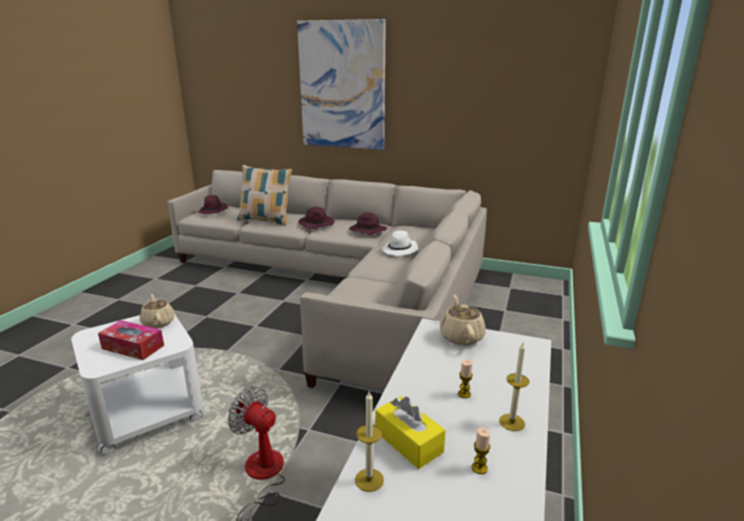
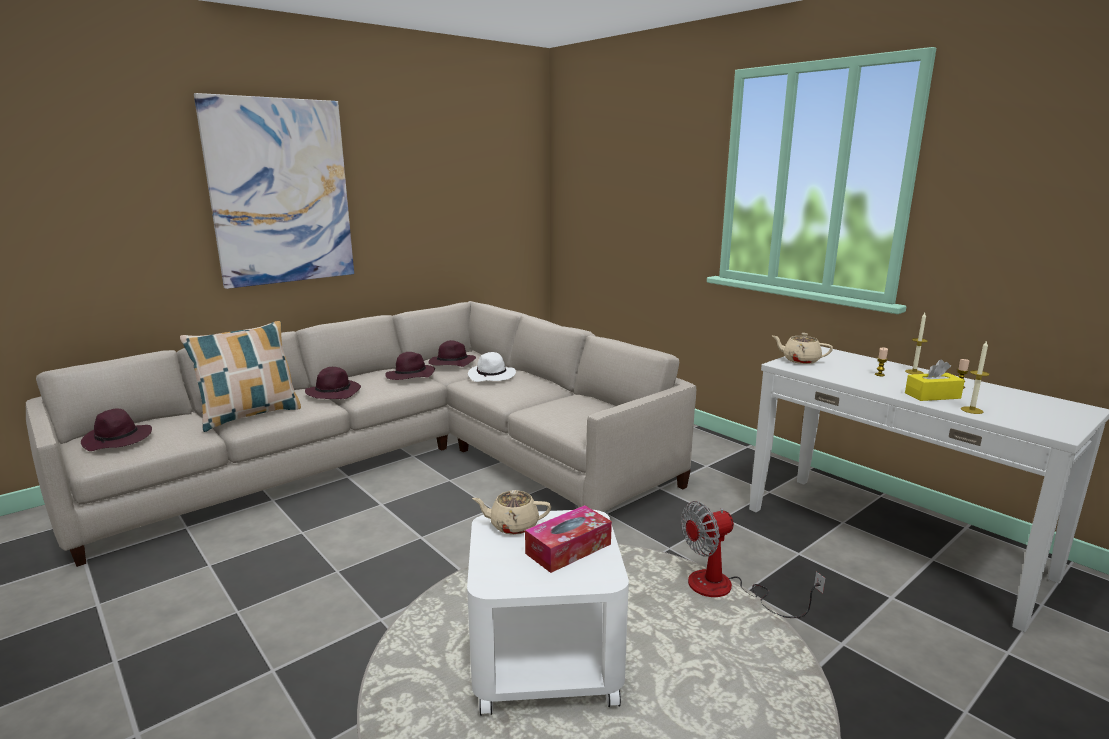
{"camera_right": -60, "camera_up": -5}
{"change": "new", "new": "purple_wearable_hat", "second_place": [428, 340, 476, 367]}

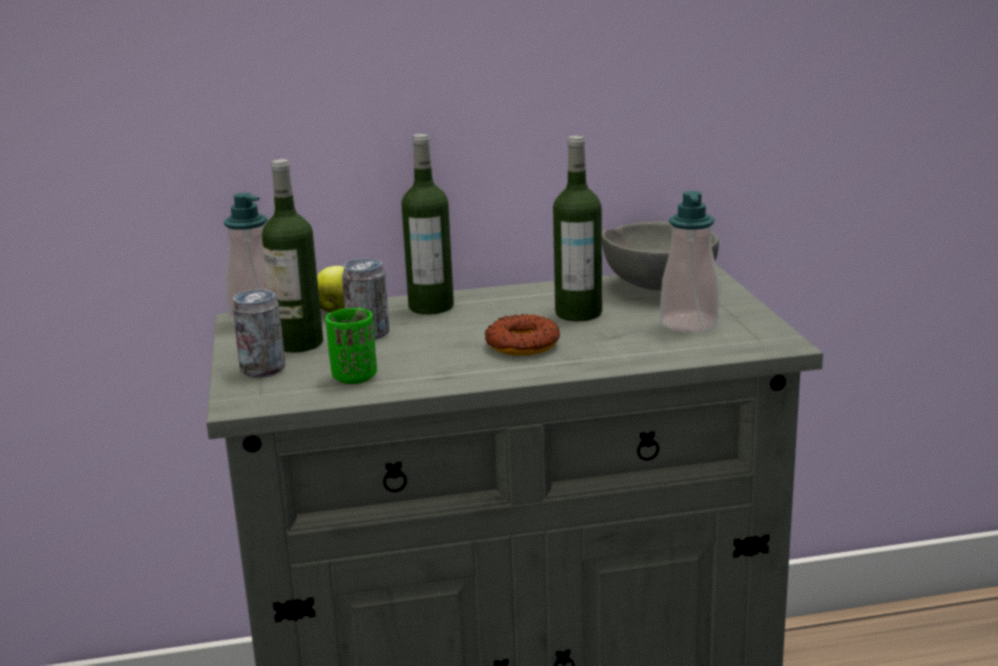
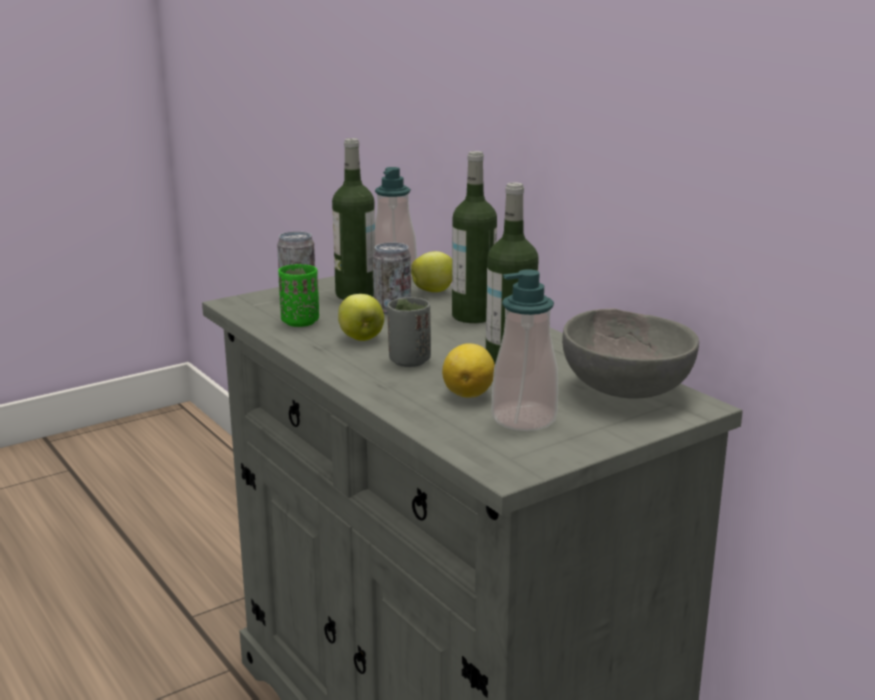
{"camera_right": 65, "camera_up": 0}
{"change": "swapped", "old": "ring_doughnut", "new": "grey_drinking_cup", "first_place": [485, 314, 560, 356], "second_place": [387, 297, 431, 367]}
{"change": "new", "new": "apple_fruit", "second_place": [338, 294, 384, 341]}
{"change": "new", "new": "citrus_fruit", "second_place": [442, 343, 495, 398]}

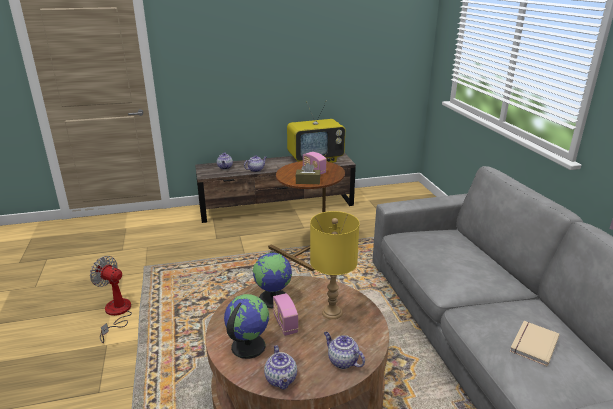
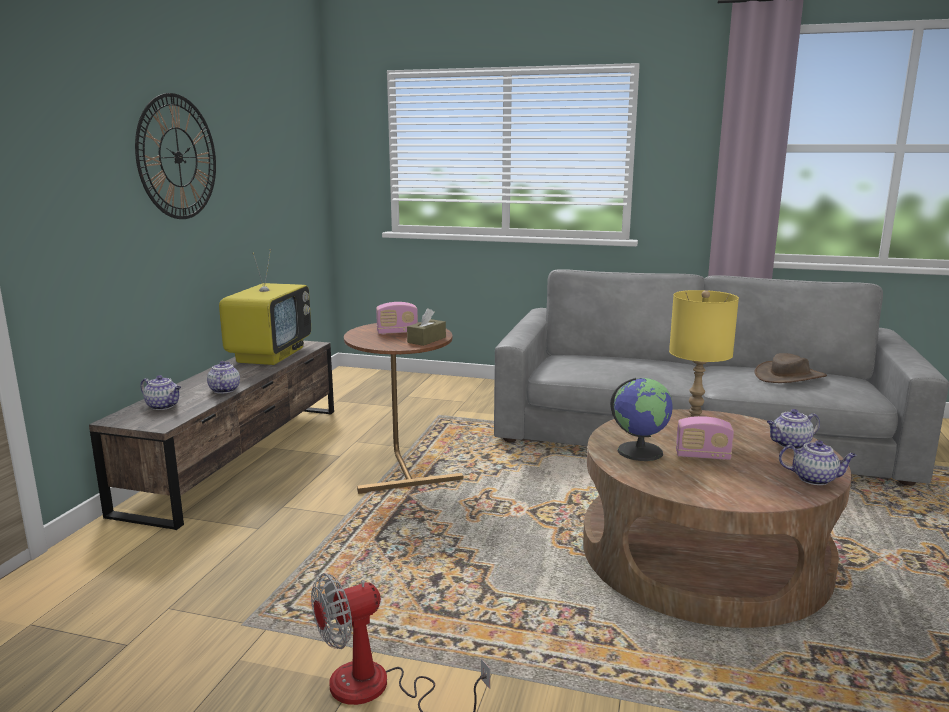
{"camera_right": -60, "camera_up": -10}
{"change": "gone", "old": "globe", "first_place": [224, 294, 269, 359]}
{"change": "swapped", "old": "beige-coloured_volume", "new": "brown-coloured_wearable_hat", "first_place": [510, 321, 559, 366], "second_place": [754, 353, 827, 383]}
{"change": "new", "new": "wall_clock", "second_place": [135, 93, 216, 219]}

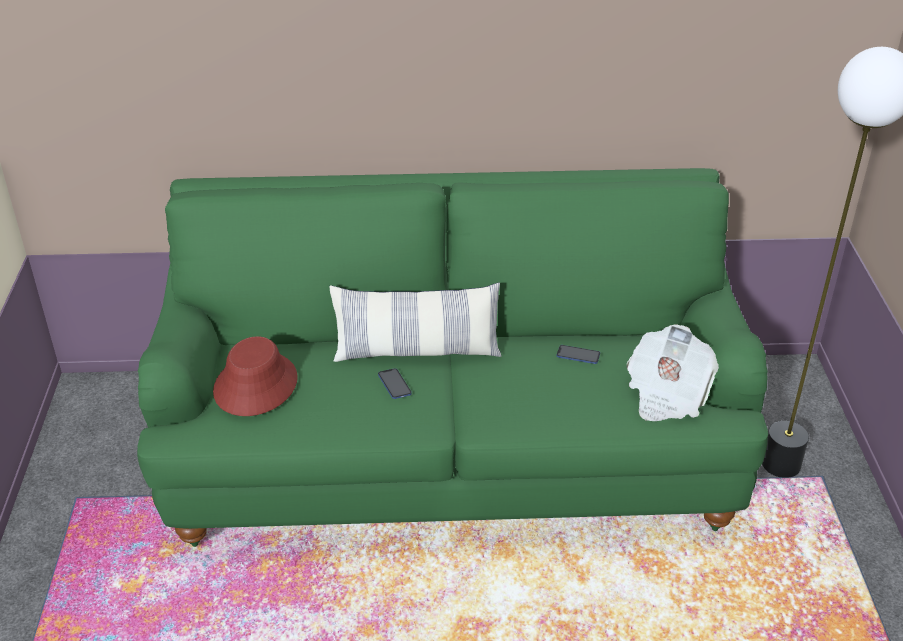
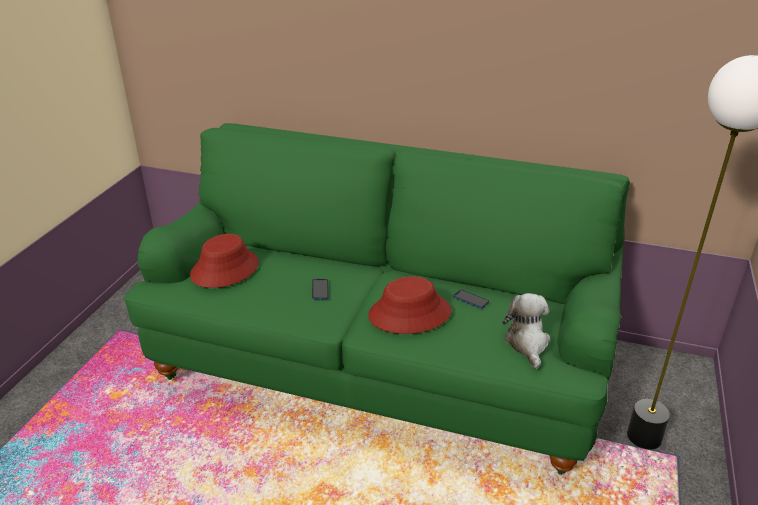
{"camera_right": 20, "camera_up": -5}
{"change": "gone", "old": "cushion", "first_place": [329, 283, 501, 362]}
{"change": "swapped", "old": "daily_paper", "new": "cuddly_toy", "first_place": [626, 324, 719, 421], "second_place": [502, 293, 551, 369]}
{"change": "new", "new": "reddish_wearable_hat", "second_place": [368, 276, 451, 334]}

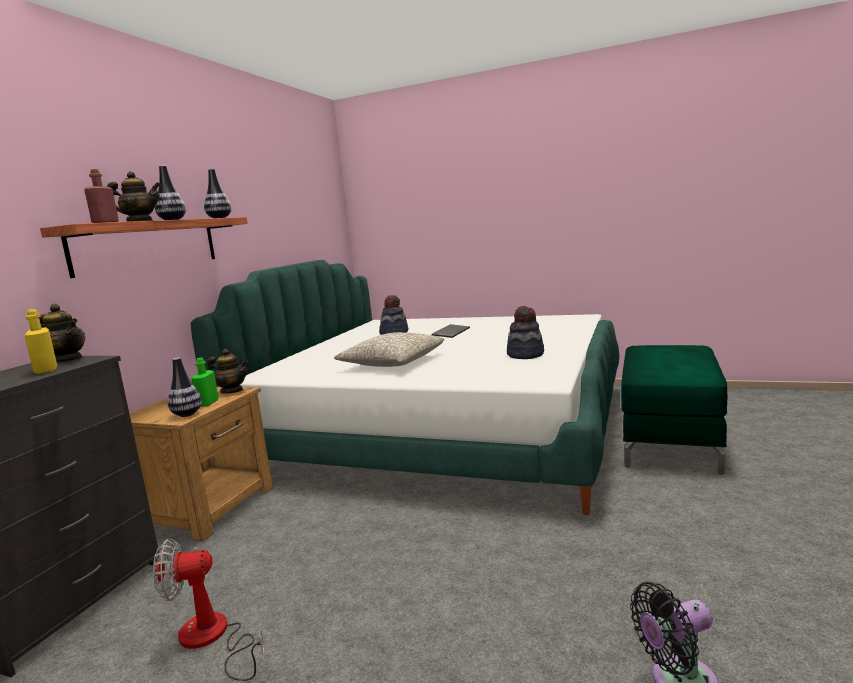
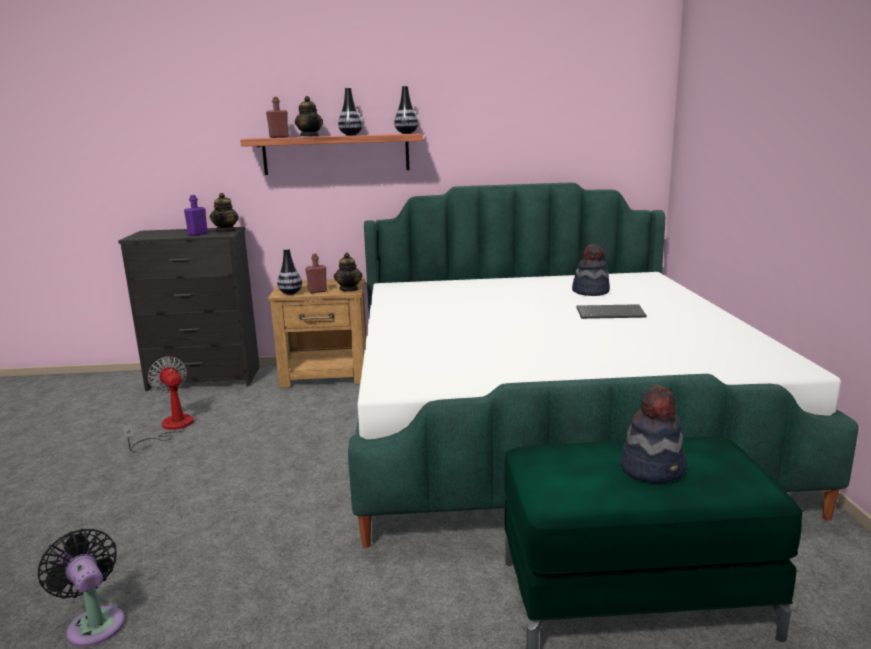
{"camera_right": 65, "camera_up": 5}
{"change": "repainted", "old": "yellow_bottle", "new": "purple_bottle", "first_place": [24, 309, 57, 374], "second_place": [184, 195, 208, 236]}
{"change": "repainted", "old": "green_bottle", "new": "reddish_bottle", "first_place": [191, 358, 219, 407], "second_place": [305, 254, 327, 293]}
{"change": "gone", "old": "grey_cushion", "first_place": [334, 332, 444, 367]}
{"change": "shifted", "old": "wearable_hat", "first_place": [507, 306, 544, 359], "second_place": [620, 385, 687, 483]}

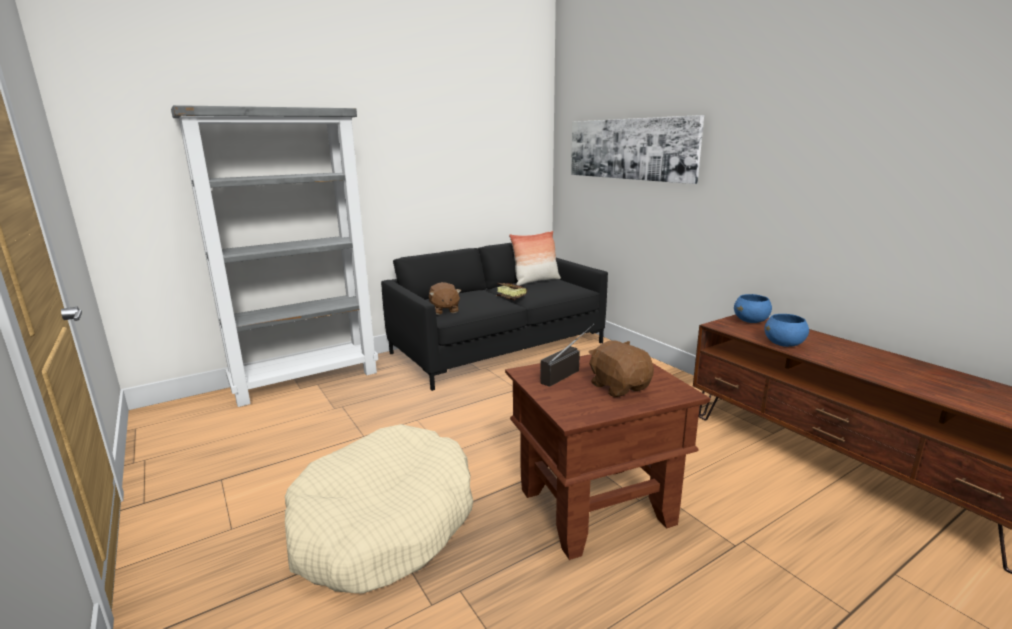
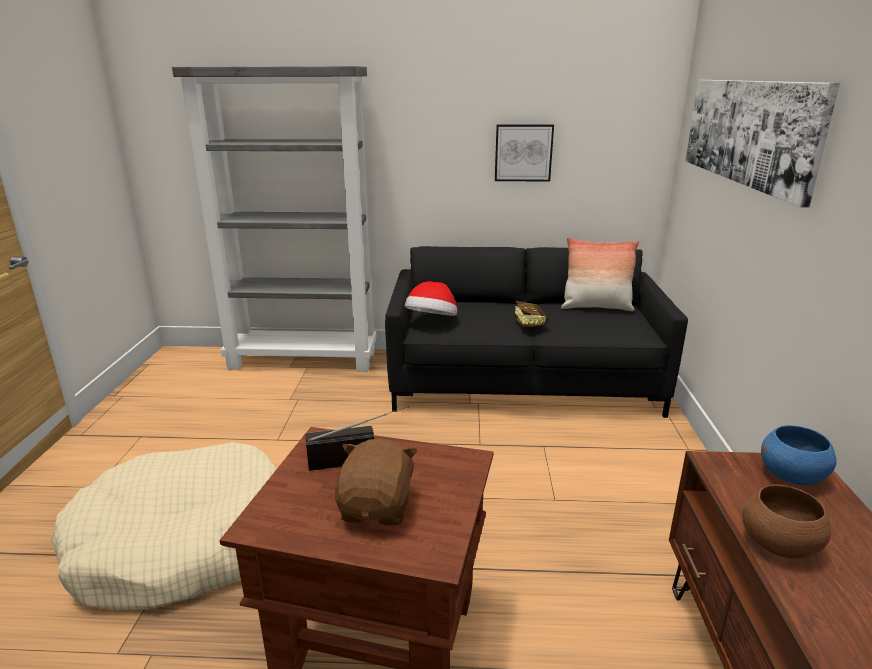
{"camera_right": 35, "camera_up": 5}
{"change": "swapped", "old": "brown-coloured_cuddly_toy", "new": "wearable_hat", "first_place": [429, 282, 461, 315], "second_place": [405, 281, 457, 316]}
{"change": "repainted", "old": "blue_bowl", "new": "brown-coloured_bowl", "first_place": [764, 314, 809, 347], "second_place": [742, 485, 831, 559]}
{"change": "new", "new": "wall_art", "second_place": [495, 124, 554, 181]}

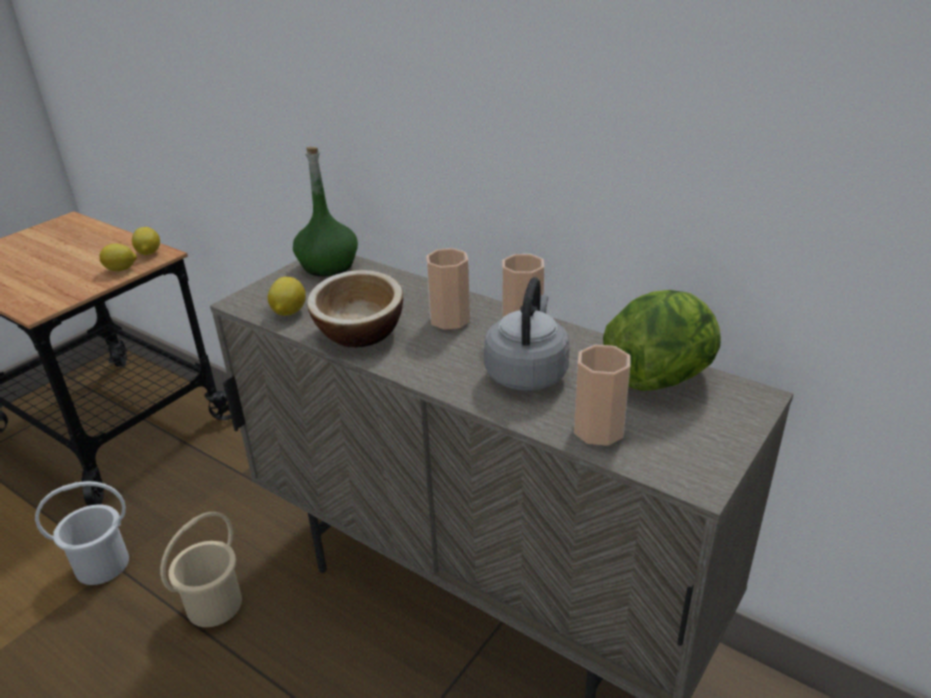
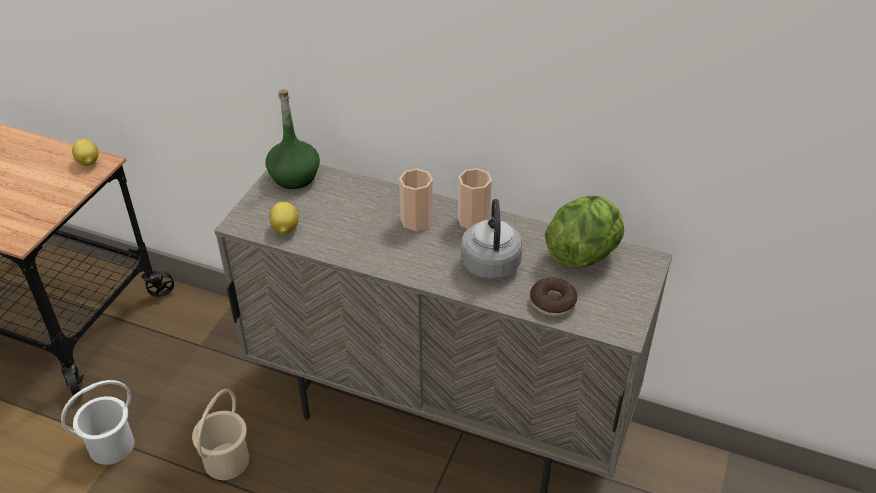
{"camera_right": -15, "camera_up": 10}
{"change": "gone", "old": "citrus_fruit", "first_place": [100, 244, 137, 271]}
{"change": "gone", "old": "bowl", "first_place": [307, 270, 403, 347]}
{"change": "swapped", "old": "drinking_cup", "new": "ring_doughnut", "first_place": [574, 345, 630, 446], "second_place": [530, 278, 577, 317]}

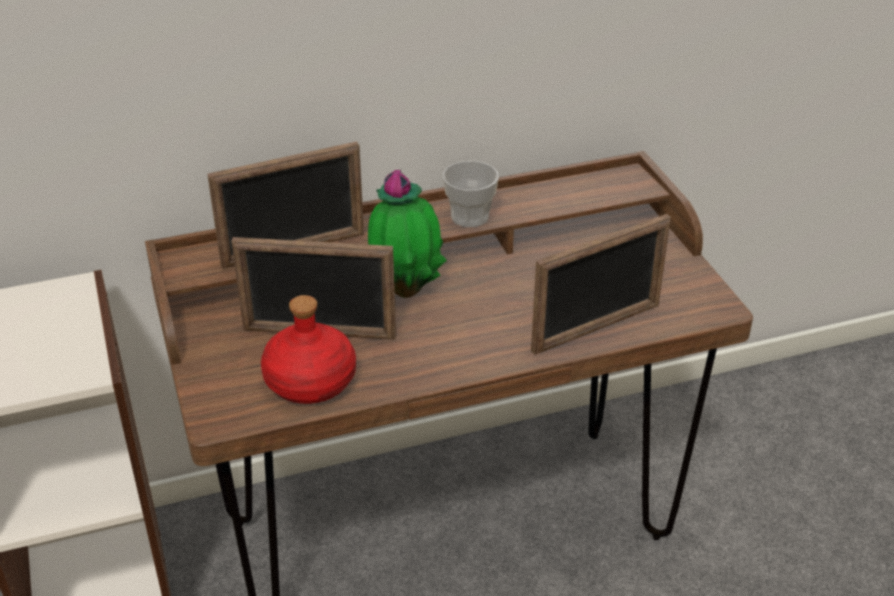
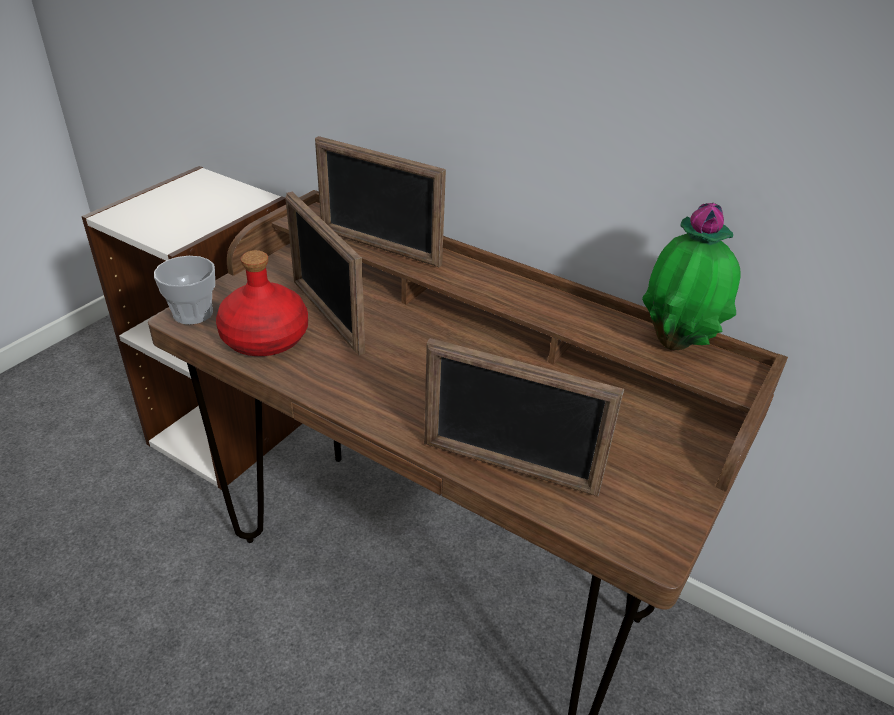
{"camera_right": 50, "camera_up": 0}
{"change": "shifted", "old": "houseplant", "first_place": [368, 170, 447, 298], "second_place": [642, 203, 741, 350]}
{"change": "shifted", "old": "drinking_cup", "first_place": [442, 161, 499, 227], "second_place": [154, 256, 215, 324]}

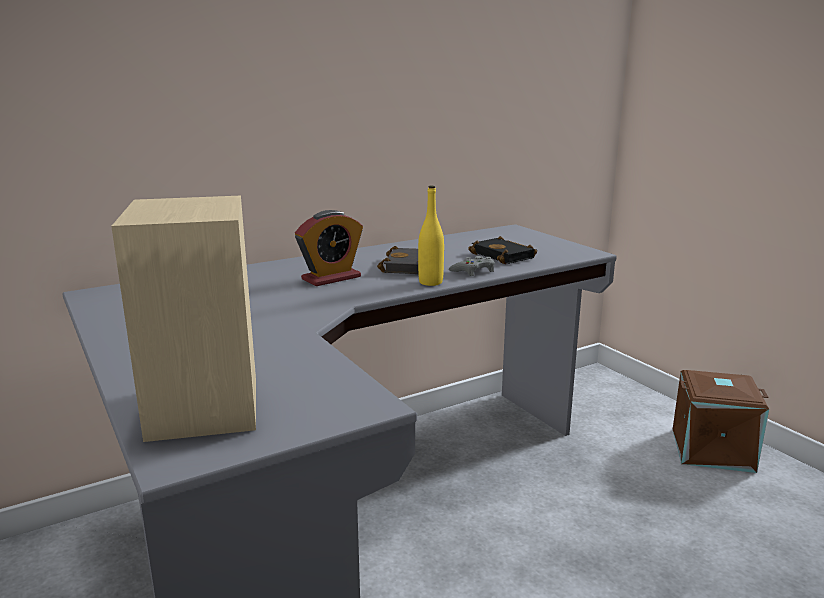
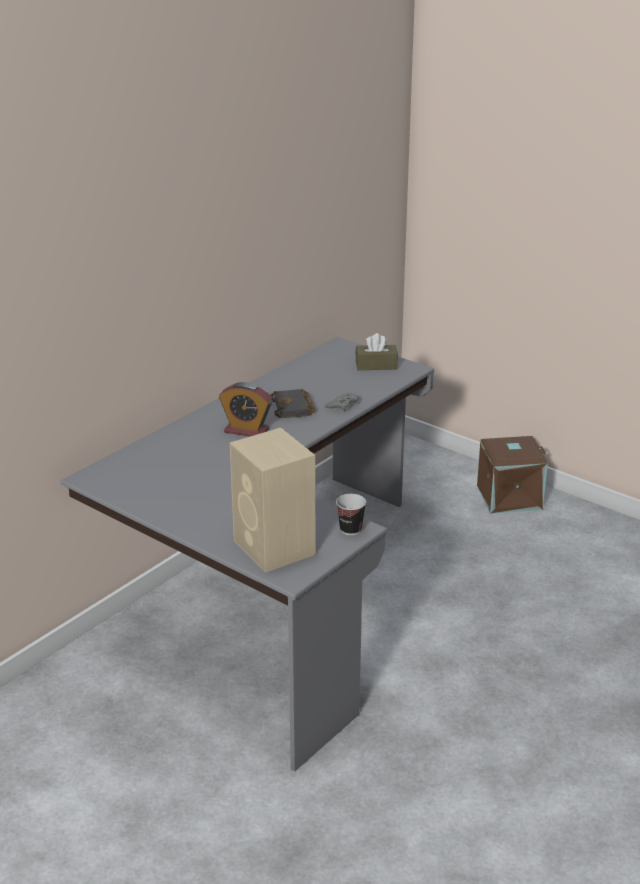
{"camera_right": -20, "camera_up": 10}
{"change": "rotated", "old": "table_clock", "first_place": [295, 210, 363, 286], "second_place": [219, 382, 273, 437], "degrees": 75}
{"change": "gone", "old": "yellow_bottle", "first_place": [418, 186, 444, 286]}
{"change": "gone", "old": "black-coloured_volume", "first_place": [468, 236, 537, 264]}
{"change": "new", "new": "drinking_cup", "second_place": [336, 494, 366, 535]}
{"change": "new", "new": "brown-coloured_tissue_holder", "second_place": [355, 333, 398, 370]}

